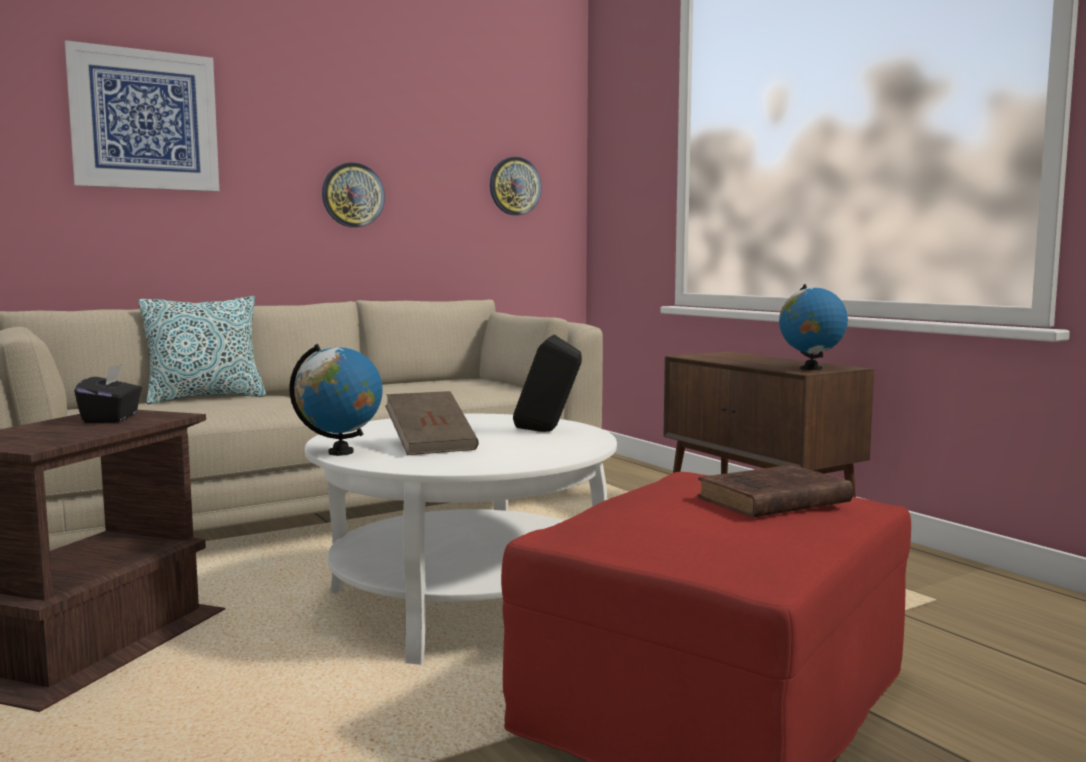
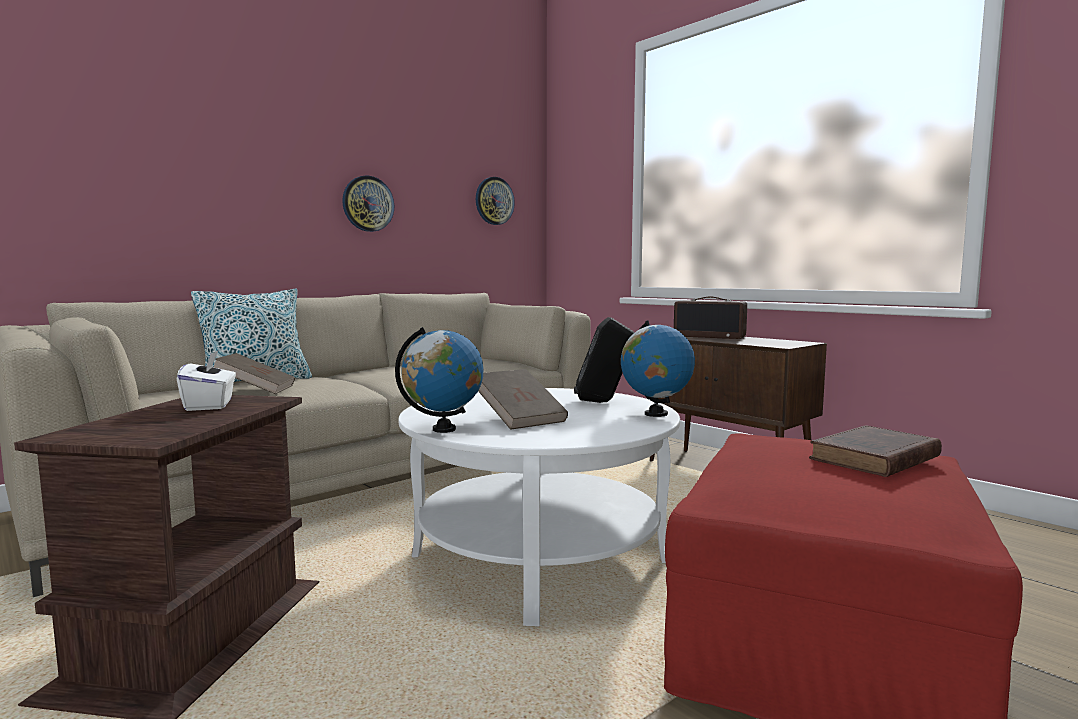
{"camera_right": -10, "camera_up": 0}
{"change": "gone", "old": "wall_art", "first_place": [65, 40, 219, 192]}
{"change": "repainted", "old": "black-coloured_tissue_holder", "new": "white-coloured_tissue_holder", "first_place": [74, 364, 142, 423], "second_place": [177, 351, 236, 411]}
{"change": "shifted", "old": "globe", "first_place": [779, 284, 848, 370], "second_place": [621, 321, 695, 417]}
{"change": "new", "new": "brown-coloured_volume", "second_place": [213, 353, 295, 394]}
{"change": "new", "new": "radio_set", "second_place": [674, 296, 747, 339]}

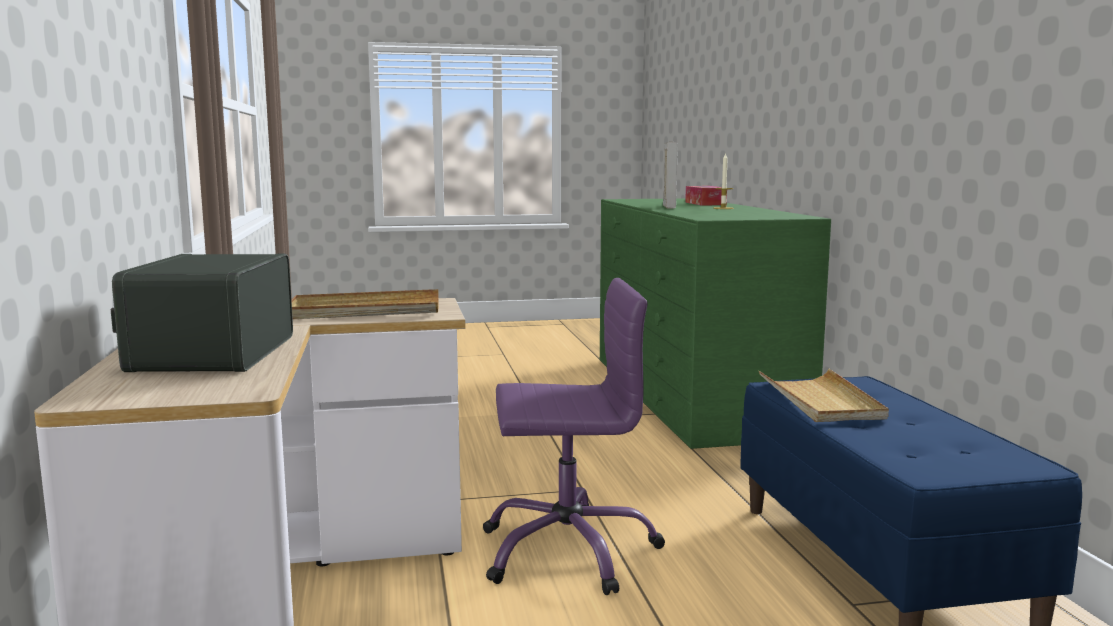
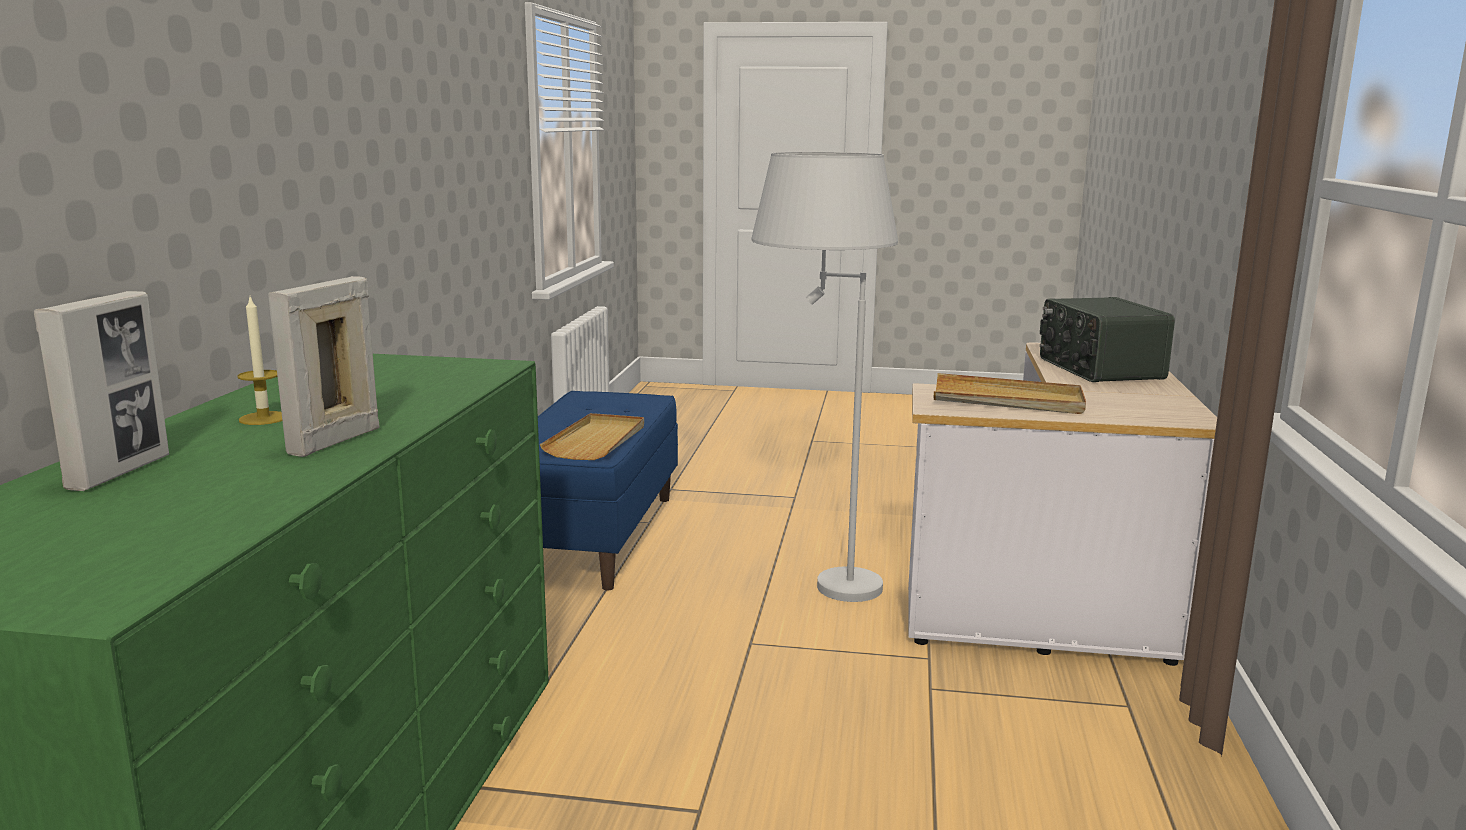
{"camera_right": -160, "camera_up": 5}
{"change": "rotated", "old": "radio_set", "first_place": [111, 254, 293, 372], "second_place": [1040, 297, 1175, 382], "degrees": 150}
{"change": "swapped", "old": "purple_computer_chair", "new": "white-coloured_floor_lamp", "first_place": [483, 278, 665, 595], "second_place": [752, 152, 898, 602]}
{"change": "swapped", "old": "tissue_holder", "new": "standing_frame", "first_place": [685, 186, 727, 205], "second_place": [34, 291, 169, 491]}

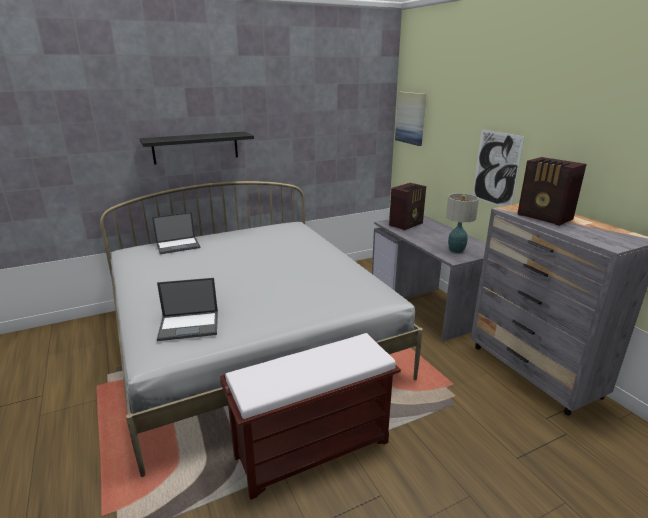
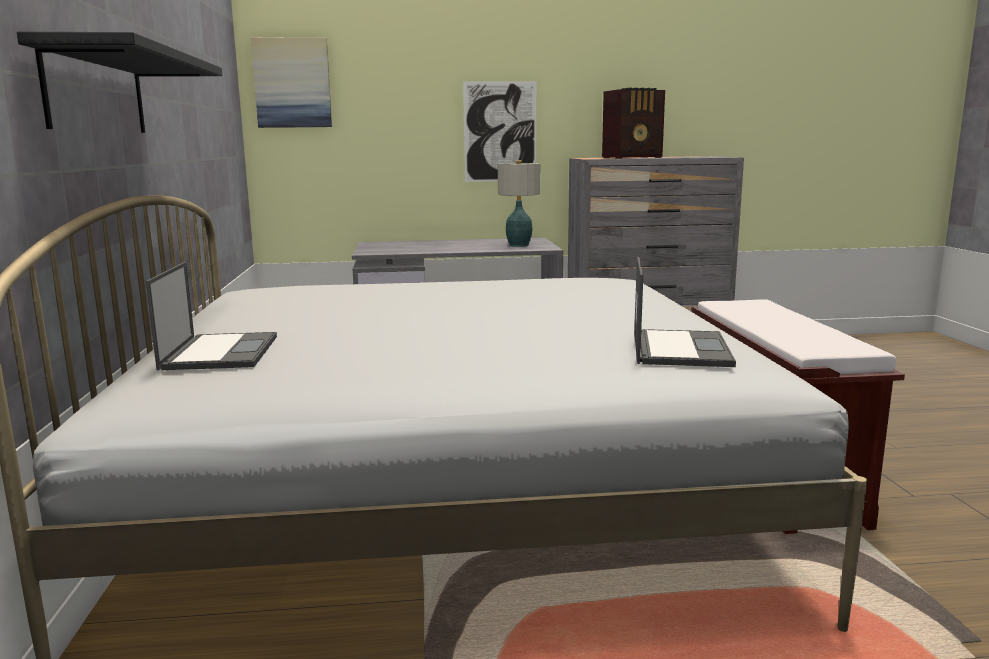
{"camera_right": -70, "camera_up": -10}
{"change": "gone", "old": "radio_set", "first_place": [389, 183, 426, 231]}

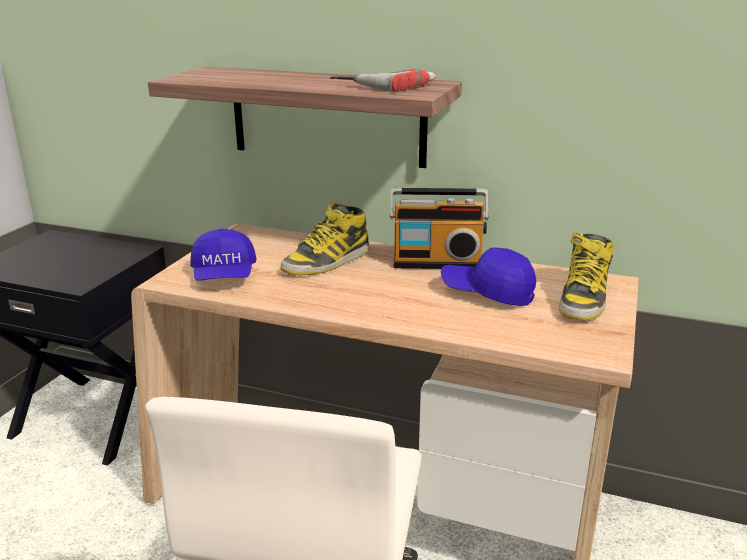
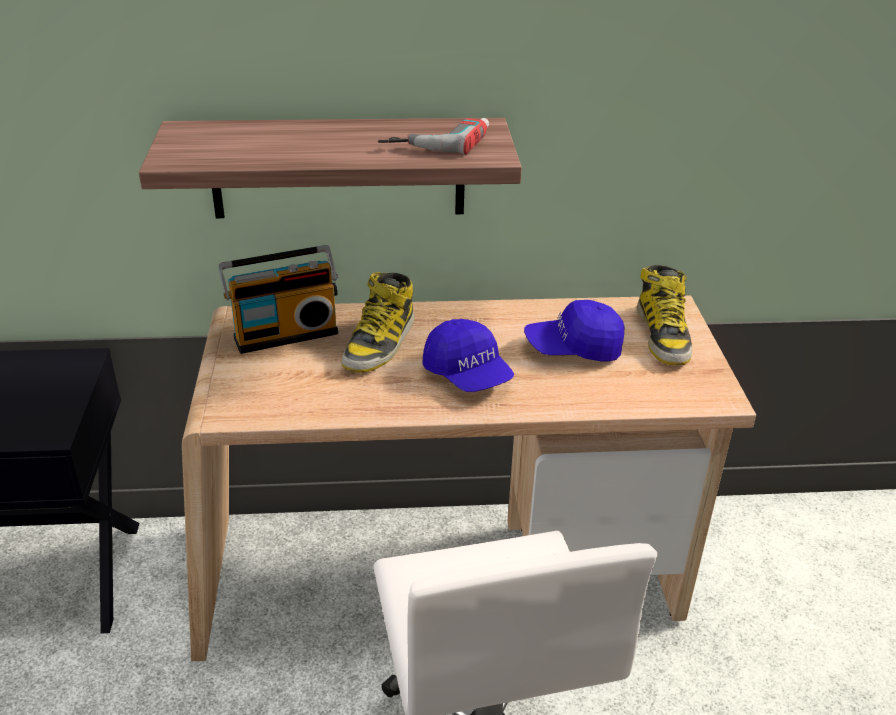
{"camera_right": -25, "camera_up": 10}
{"change": "shifted", "old": "blue_cap", "first_place": [190, 228, 257, 281], "second_place": [422, 319, 514, 392]}
{"change": "shifted", "old": "radio_set", "first_place": [389, 188, 490, 269], "second_place": [218, 245, 338, 354]}

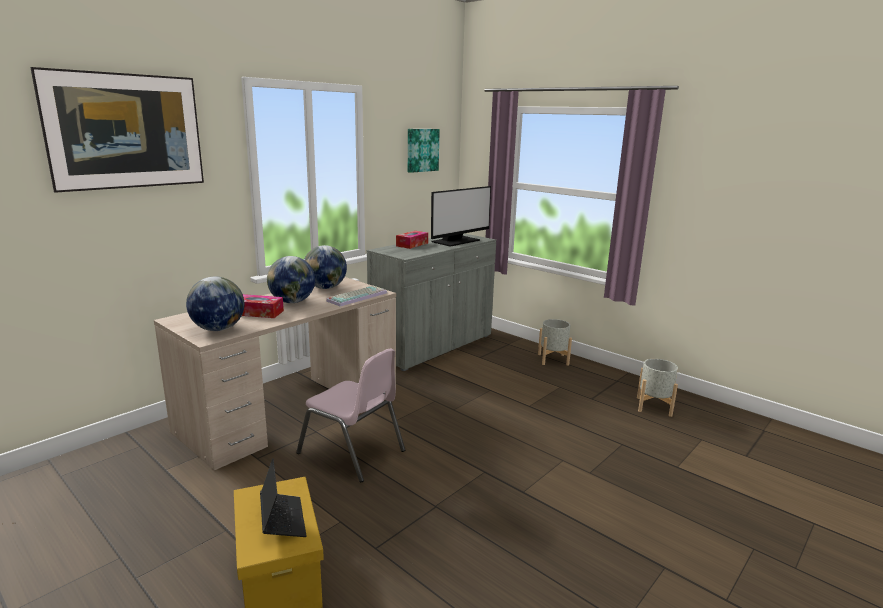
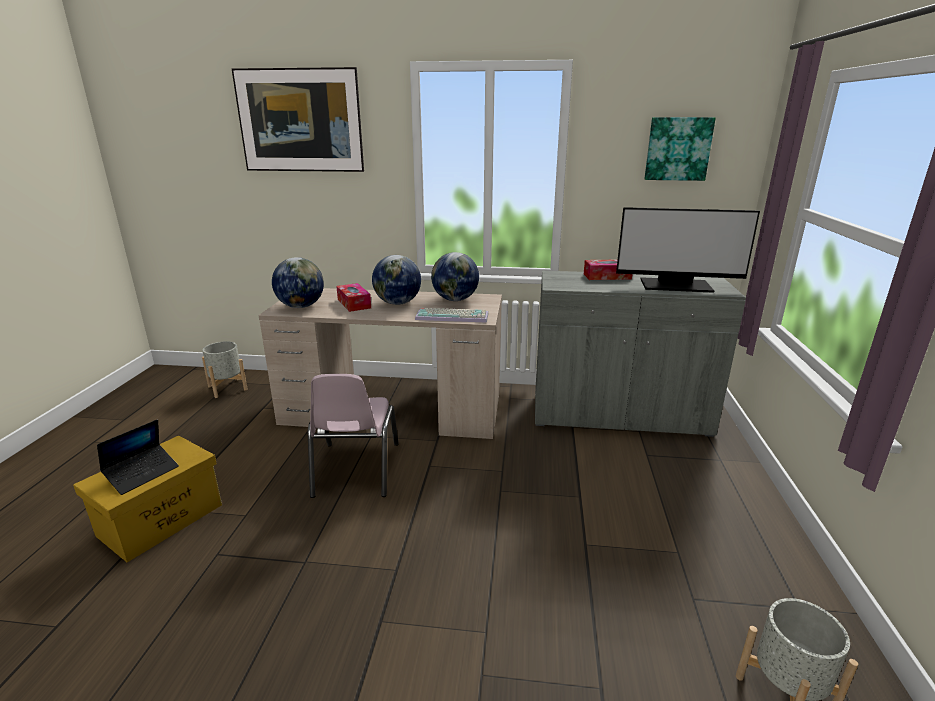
{"camera_right": 55, "camera_up": 5}
{"change": "shifted", "old": "grey_plant_pot", "first_place": [538, 319, 572, 366], "second_place": [202, 342, 248, 398]}

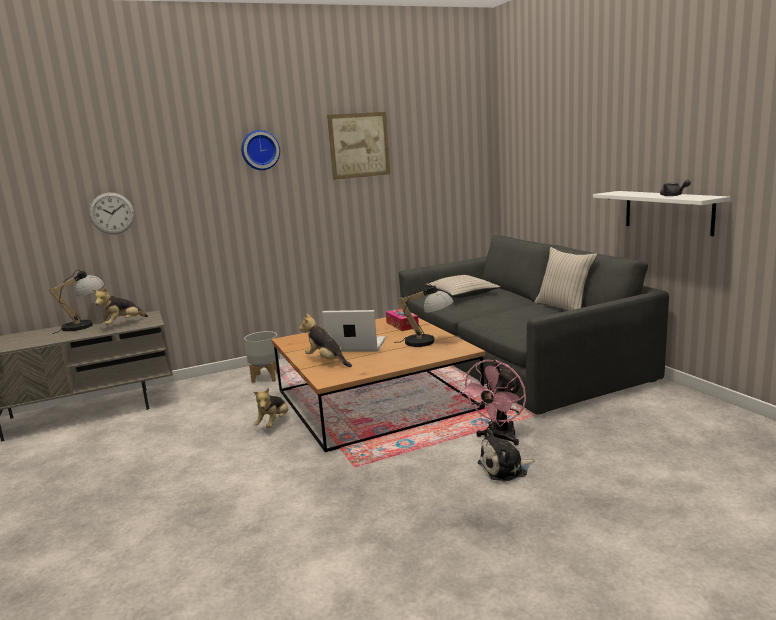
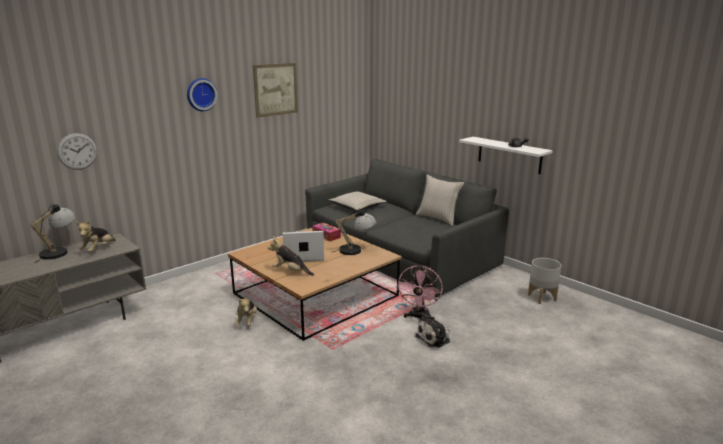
{"camera_right": -20, "camera_up": 5}
{"change": "shifted", "old": "grey_plant_pot", "first_place": [244, 331, 280, 383], "second_place": [528, 258, 561, 304]}

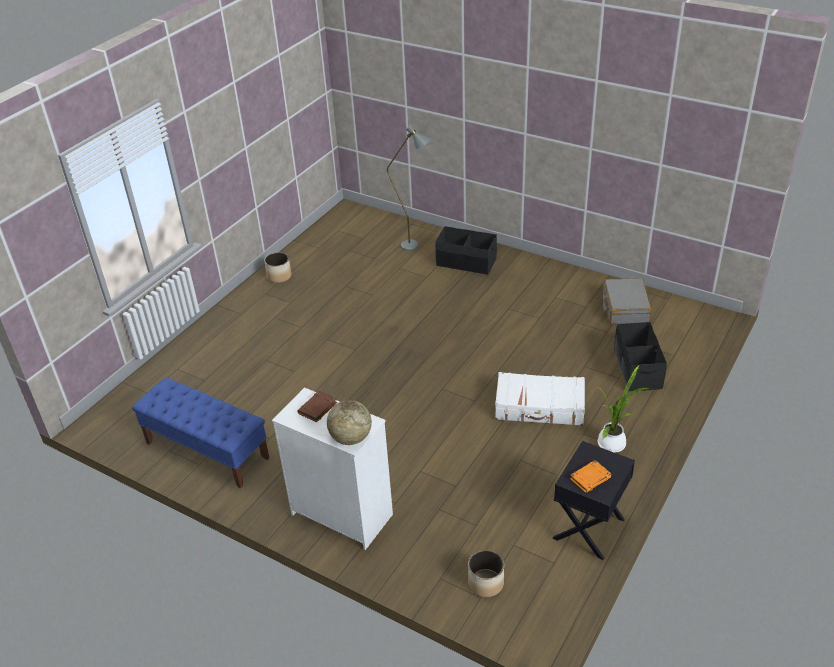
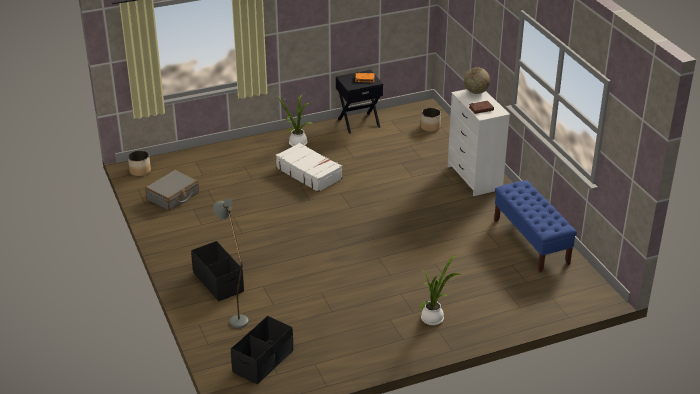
{"camera_right": -145, "camera_up": -5}
{"change": "shifted", "old": "plant_pot", "first_place": [264, 252, 292, 283], "second_place": [128, 150, 151, 176]}
{"change": "shifted", "old": "black-coloured_storage_box", "first_place": [614, 322, 667, 391], "second_place": [231, 316, 293, 385]}
{"change": "new", "new": "houseplant", "second_place": [419, 255, 461, 325]}

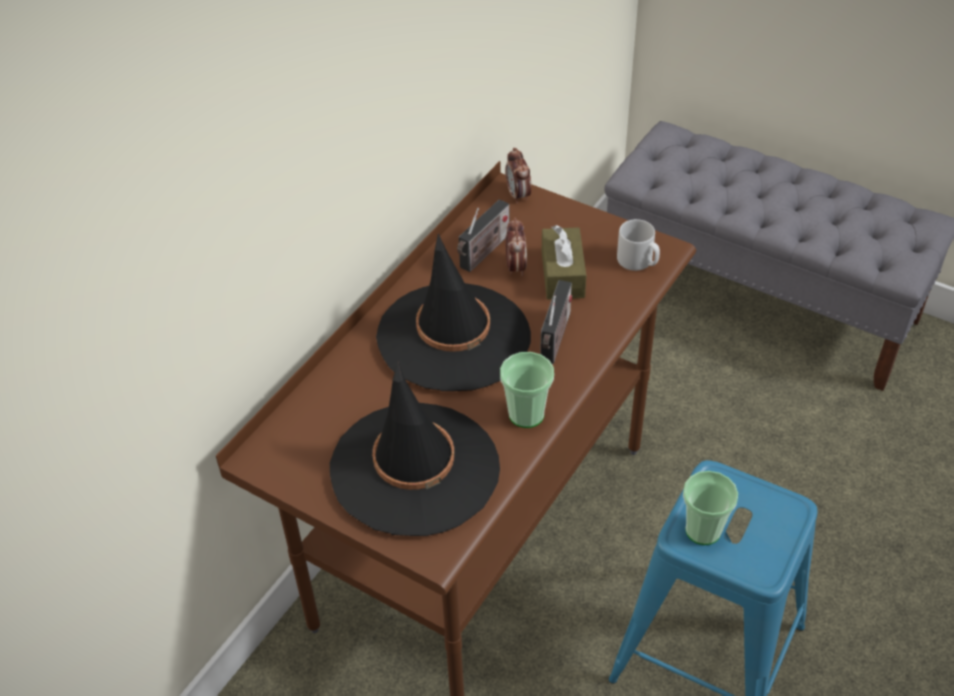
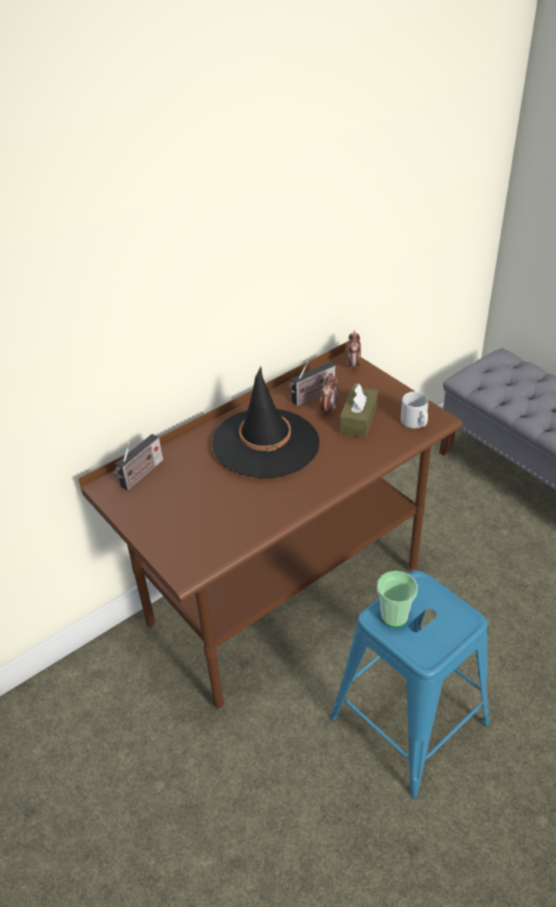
{"camera_right": 20, "camera_up": -5}
{"change": "gone", "old": "black-coloured_wearable_hat", "first_place": [330, 362, 500, 536]}
{"change": "gone", "old": "drinking_cup", "first_place": [500, 352, 554, 428]}
{"change": "shifted", "old": "radio_set", "first_place": [540, 280, 572, 364], "second_place": [114, 434, 163, 490]}

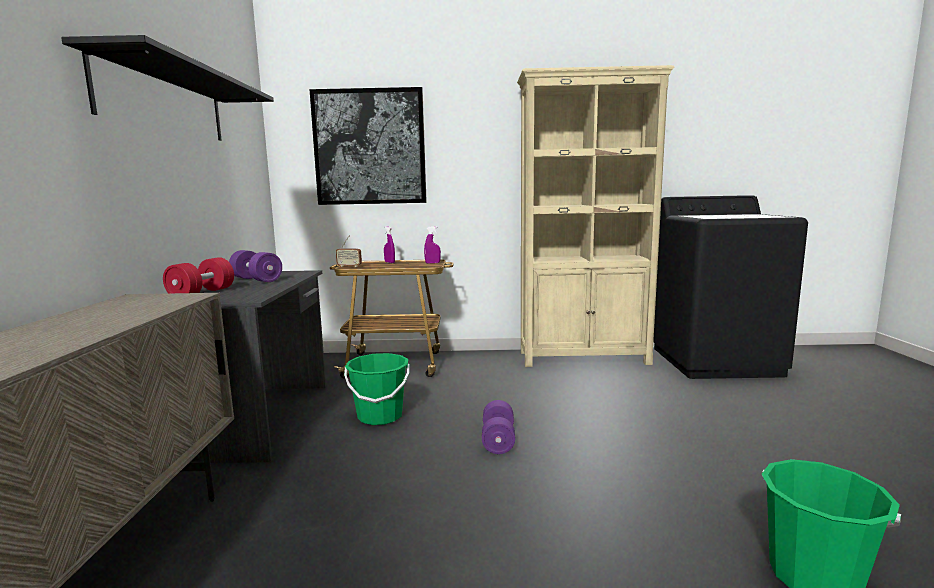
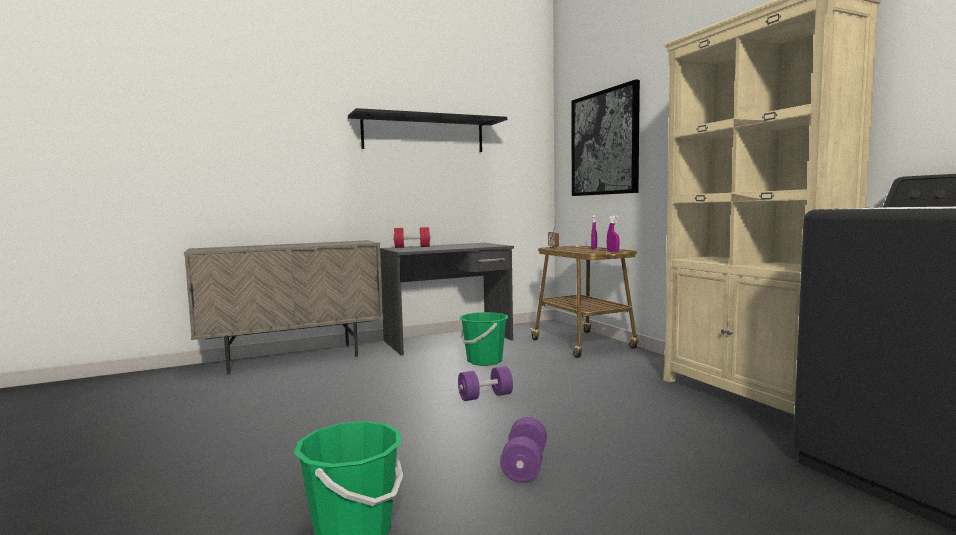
{"camera_right": 65, "camera_up": -5}
{"change": "shifted", "old": "purple_dumbbell", "first_place": [229, 250, 282, 282], "second_place": [500, 417, 547, 483]}

